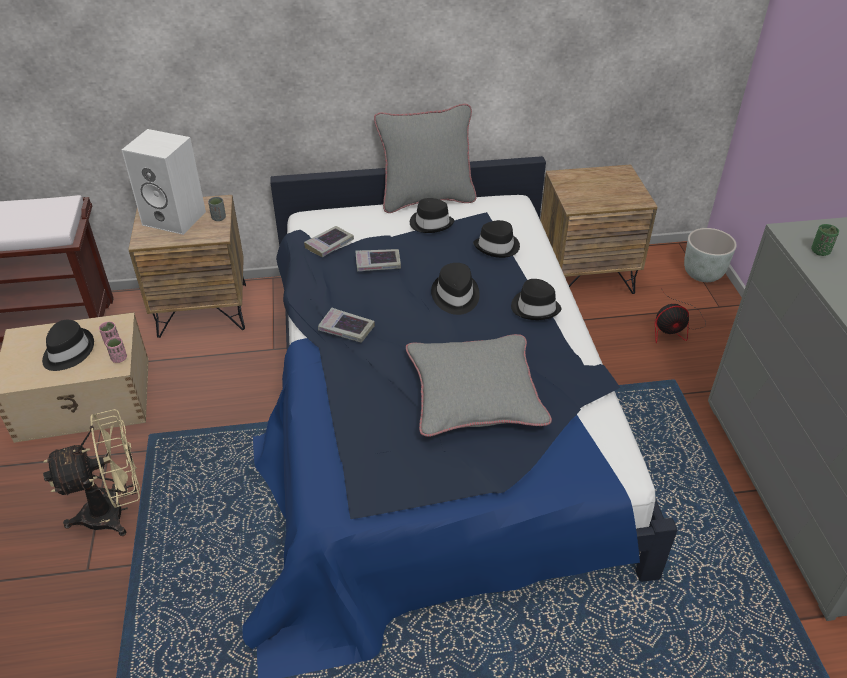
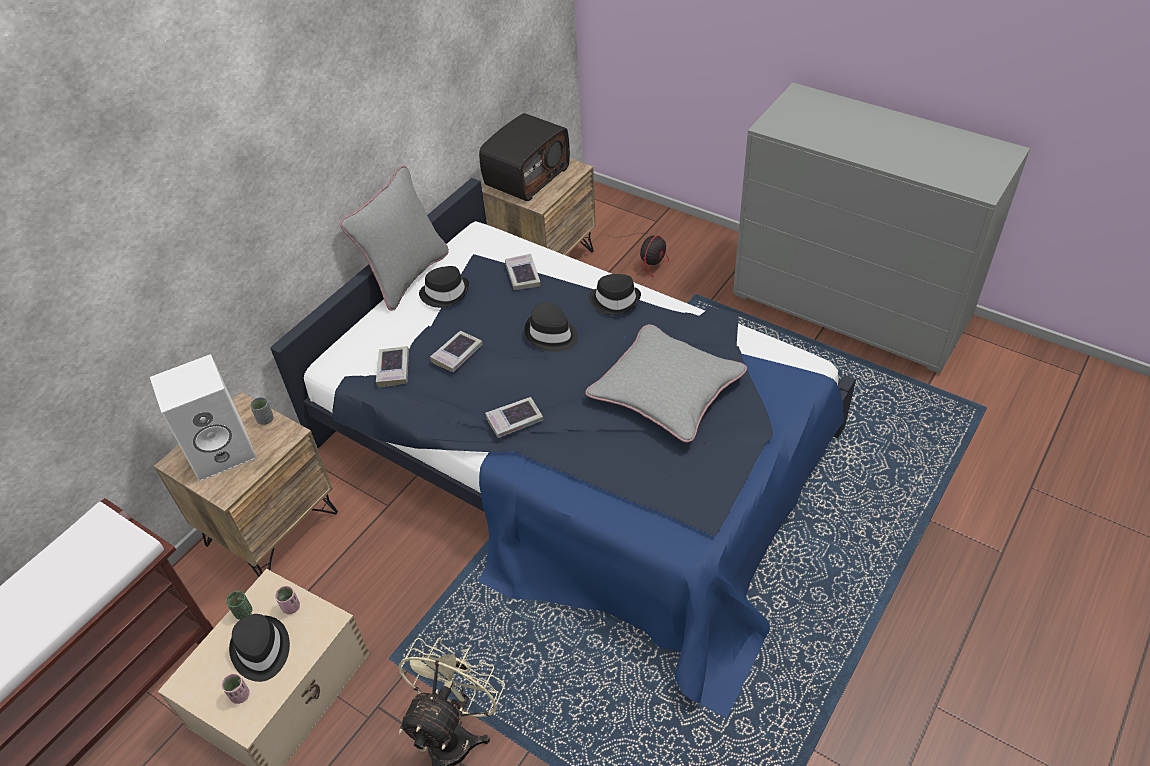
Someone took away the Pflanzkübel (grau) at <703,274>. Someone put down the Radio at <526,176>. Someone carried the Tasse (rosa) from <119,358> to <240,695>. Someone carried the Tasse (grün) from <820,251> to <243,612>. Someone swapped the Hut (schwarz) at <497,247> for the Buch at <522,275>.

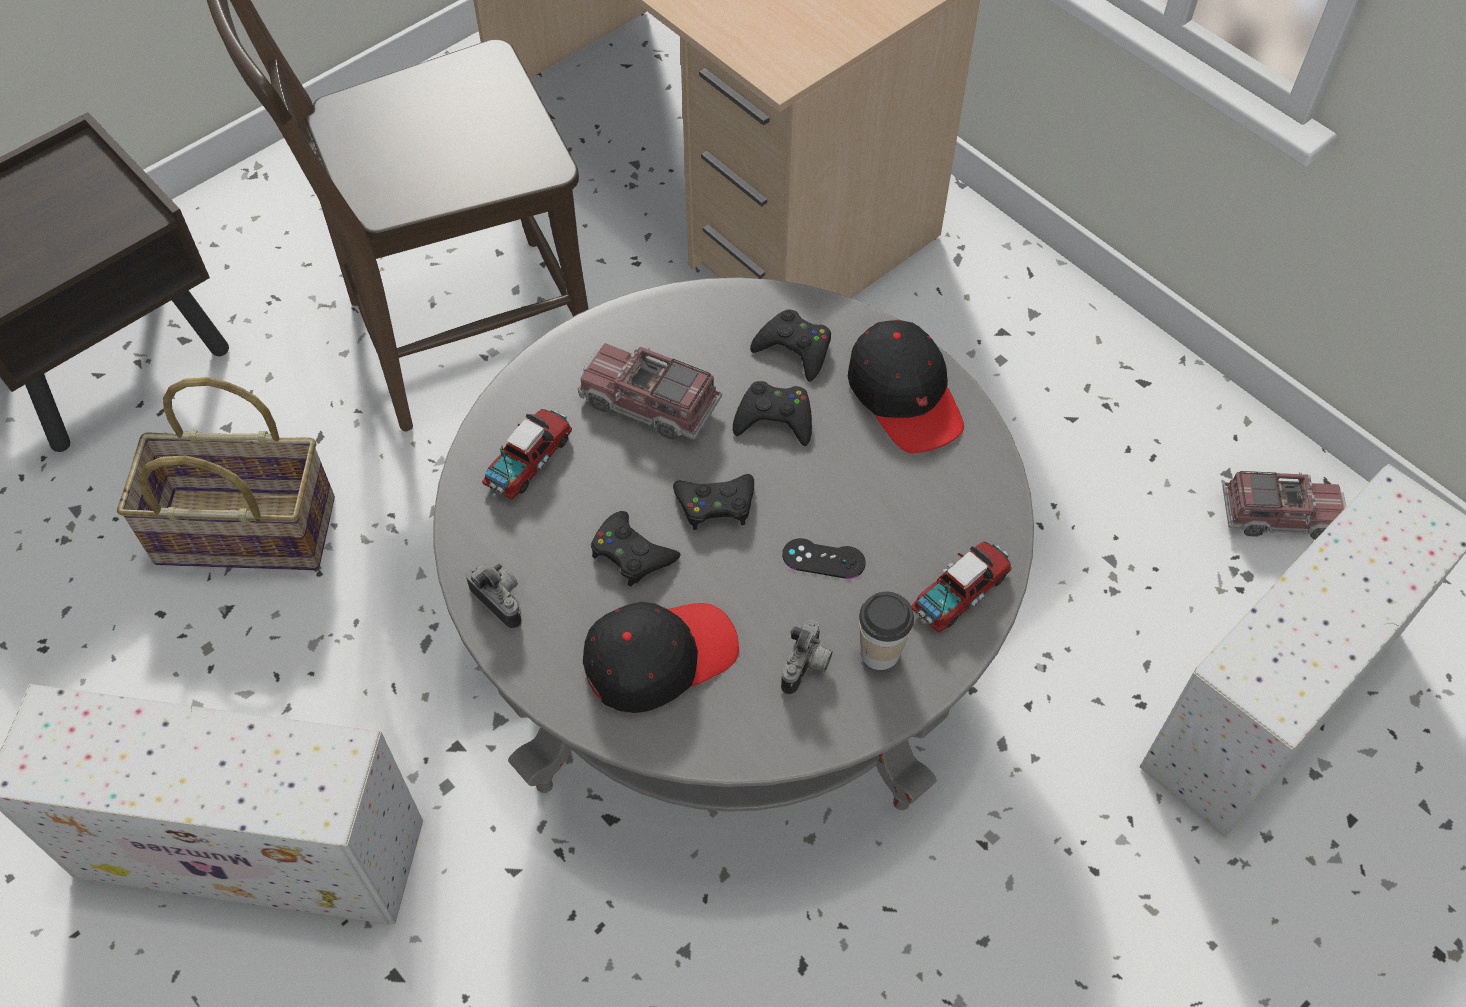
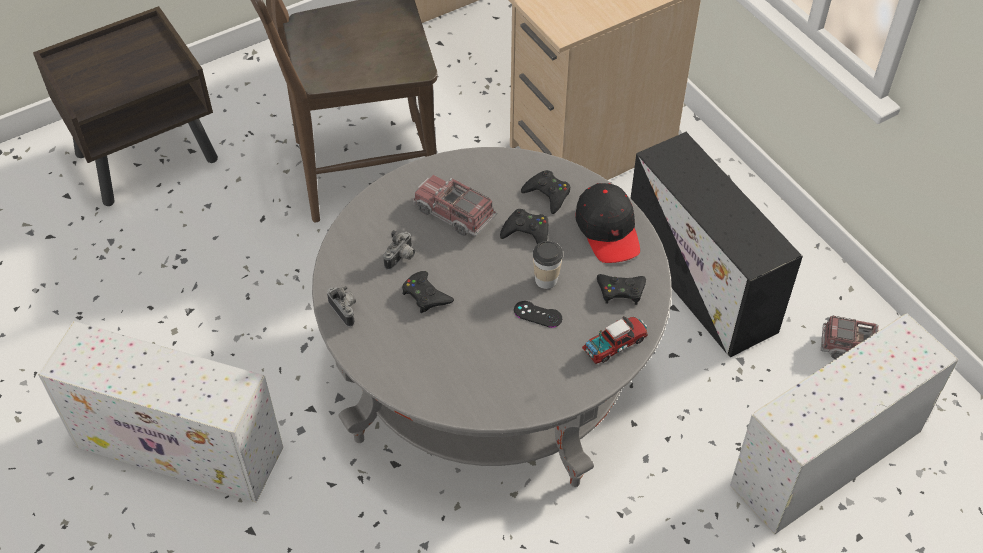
Someone took away the Korb at <244,533>. Someone took away the Spielzeuglaster at <530,460>. Someone took away the Kappe (schwarz) at <659,658>. Someone put down the Aufbewahrungsbox (schwarz) at <701,283>. Someone carried the Gamepad (schwarz) from <716,504> to <621,291>. Someone carried the Kamera from <807,667> to <401,258>. Someone carried the Tasse from <880,652> to <546,280>.

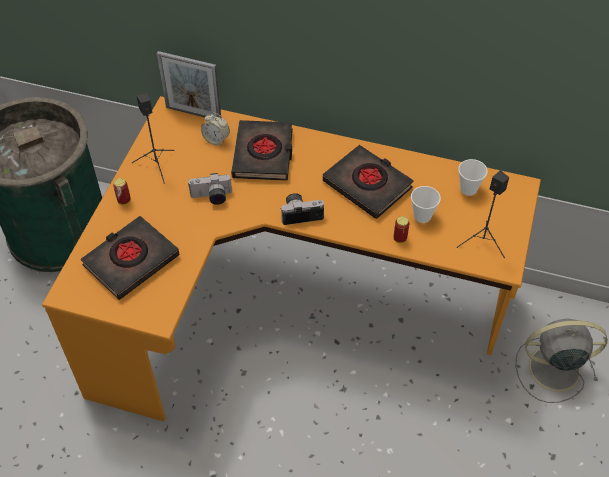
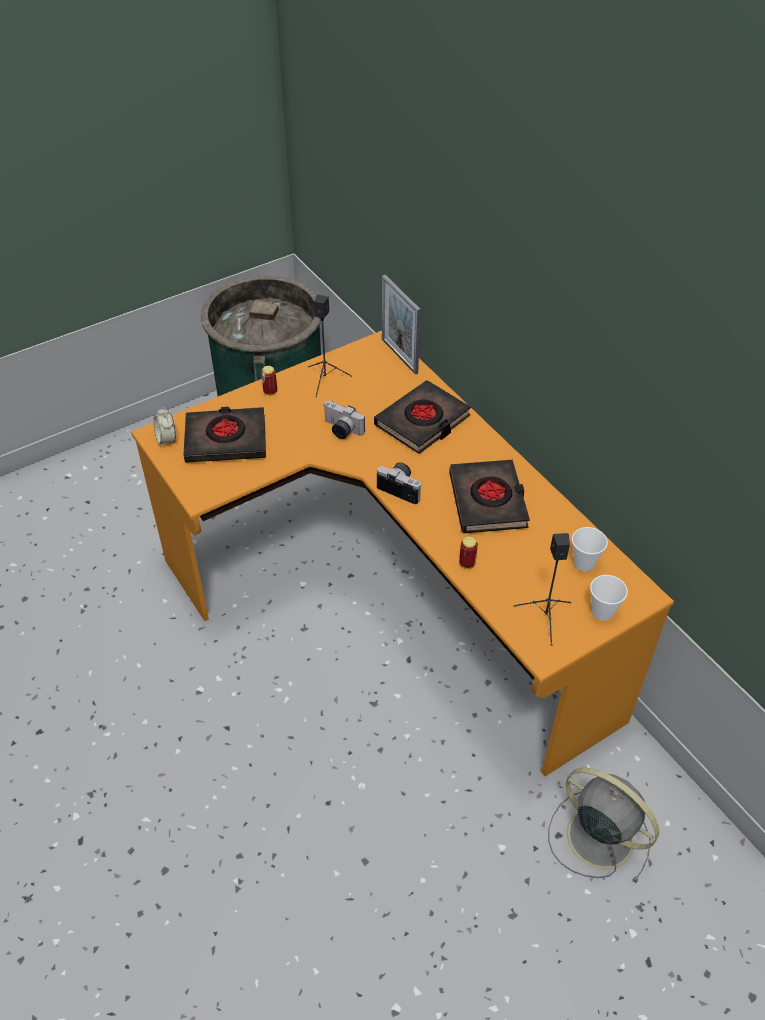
Someone carried the Wecker from <216,140> to <167,440>. Someone carried the Tasse from <422,216> to <602,612>.

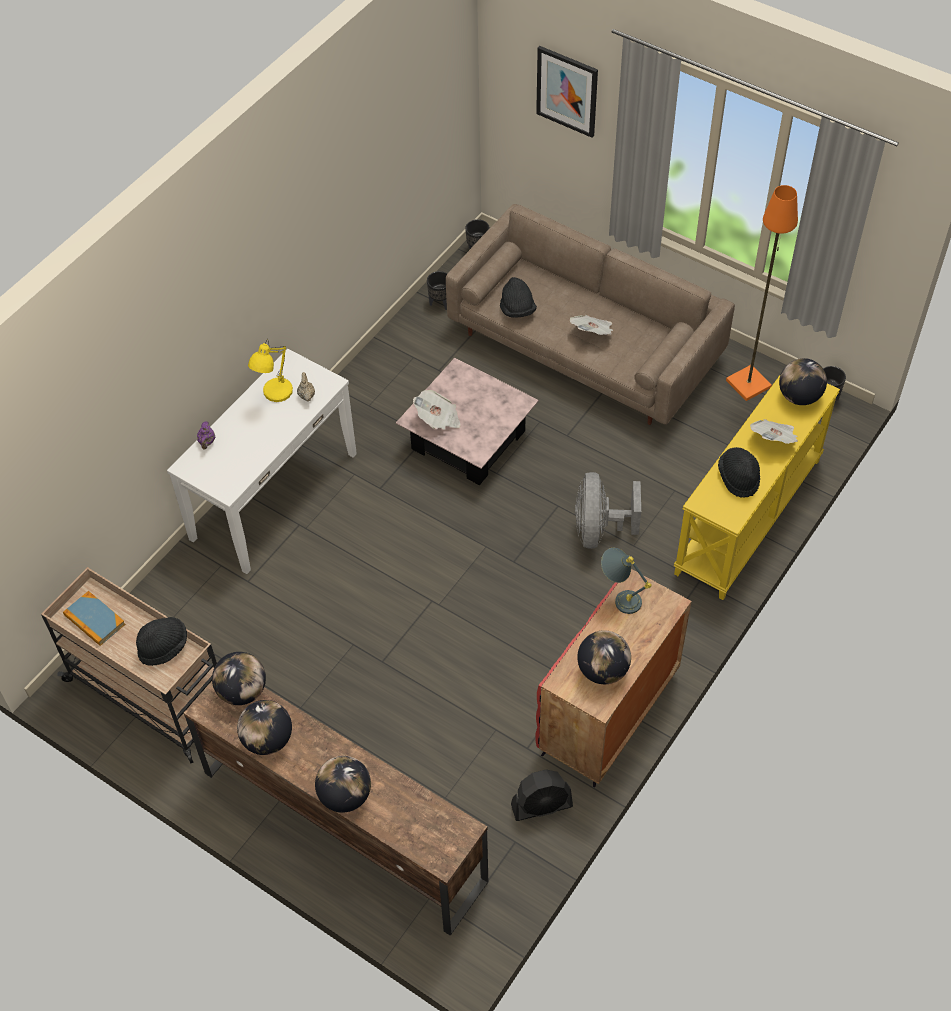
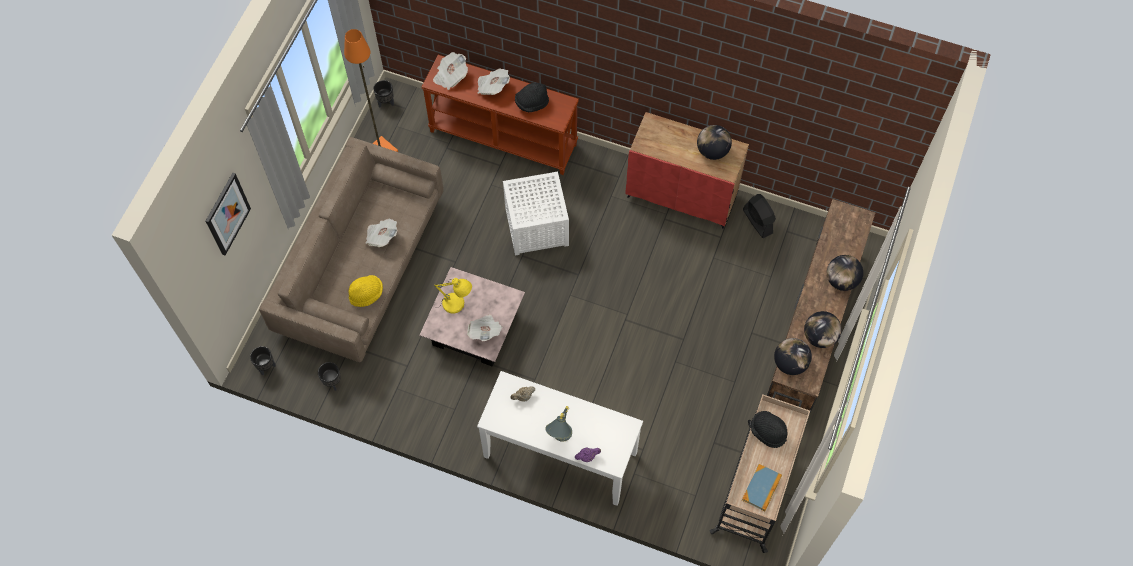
Someone carried the Tischlampe (gelb) from <275,393> to <456,304>. Someone carried the Tischlampe (grau) from <619,598> to <560,439>. Someone swapped the Ventilator (grau) at <599,530> for the Beistelltisch (weiß) at <537,225>. Someone swapped the Globus at <799,397> for the Zeitung at <450,76>. Someone repainted the Hut (schwarz) at <517,310>, which became the Hut (gelb) at <366,294>. Someone repainted the Konsolentisch (gelb) at <749,517>, which became the Konsolentisch (braun) at <504,137>.

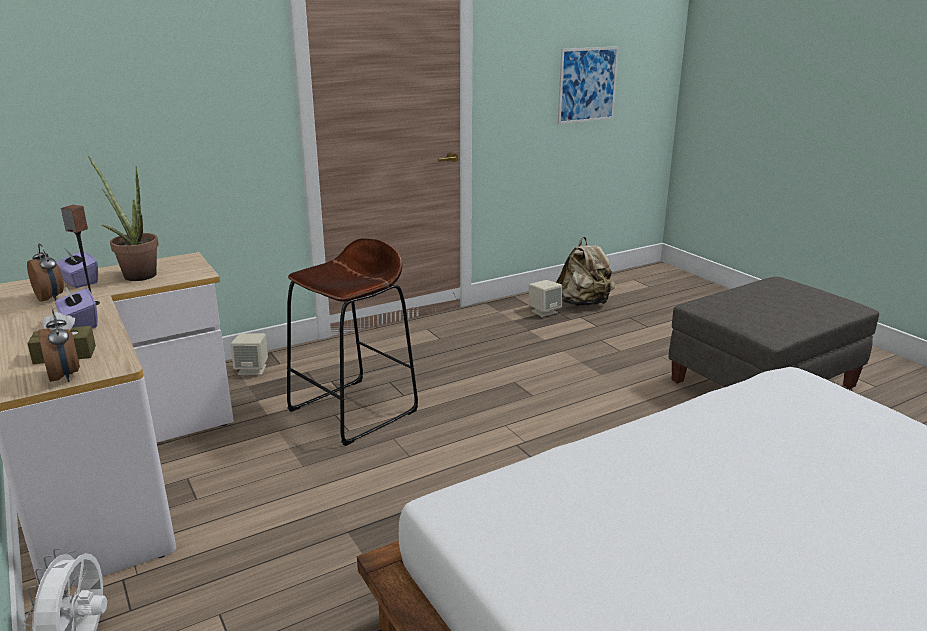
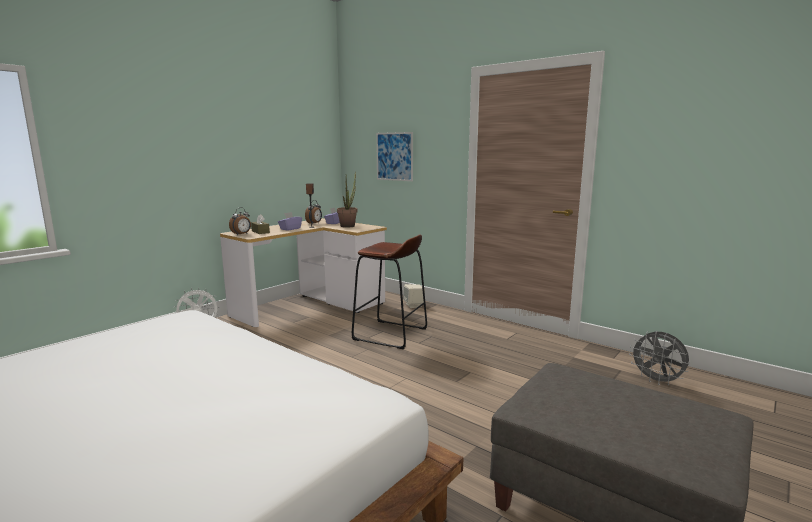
Someone took away the Lautsprecher (beige) at <544,311>. Someone carried the Bild from <587,85> to <394,156>. Someone swapped the Rucksack (beige) at <583,304> for the Ventilator (grau) at <657,381>.

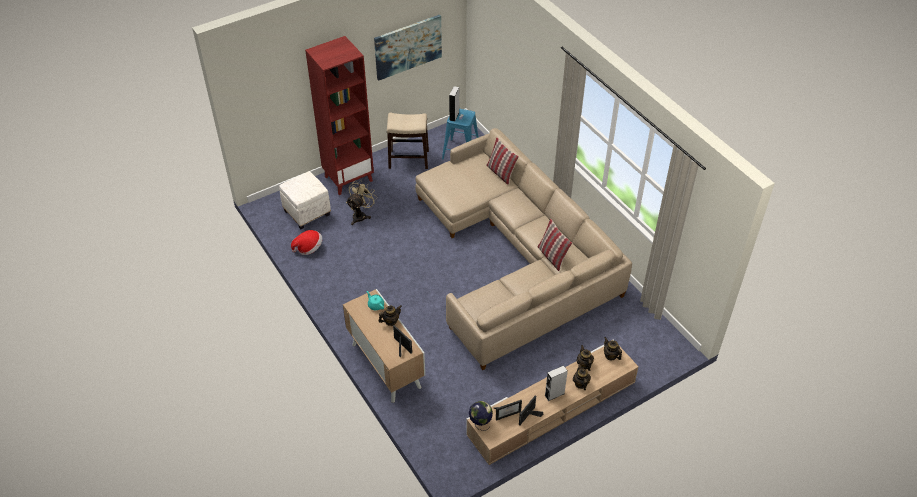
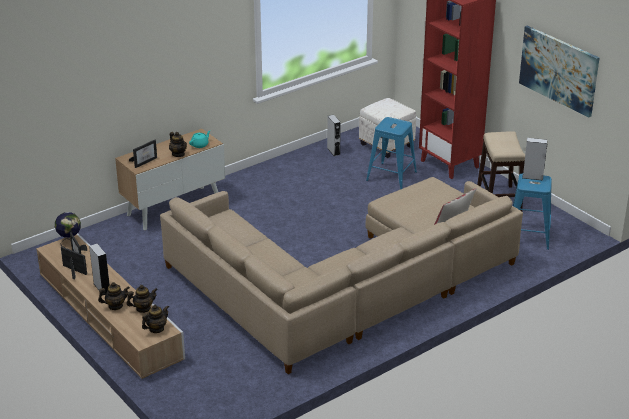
Someone took away the Kissen at <552,257>. Someone swapped the Hut at <309,248> for the Lautsprecher (grau) at <333,151>. Someone swapped the Ventilator (beige) at <361,215> for the Hocker (blau) at <391,176>.

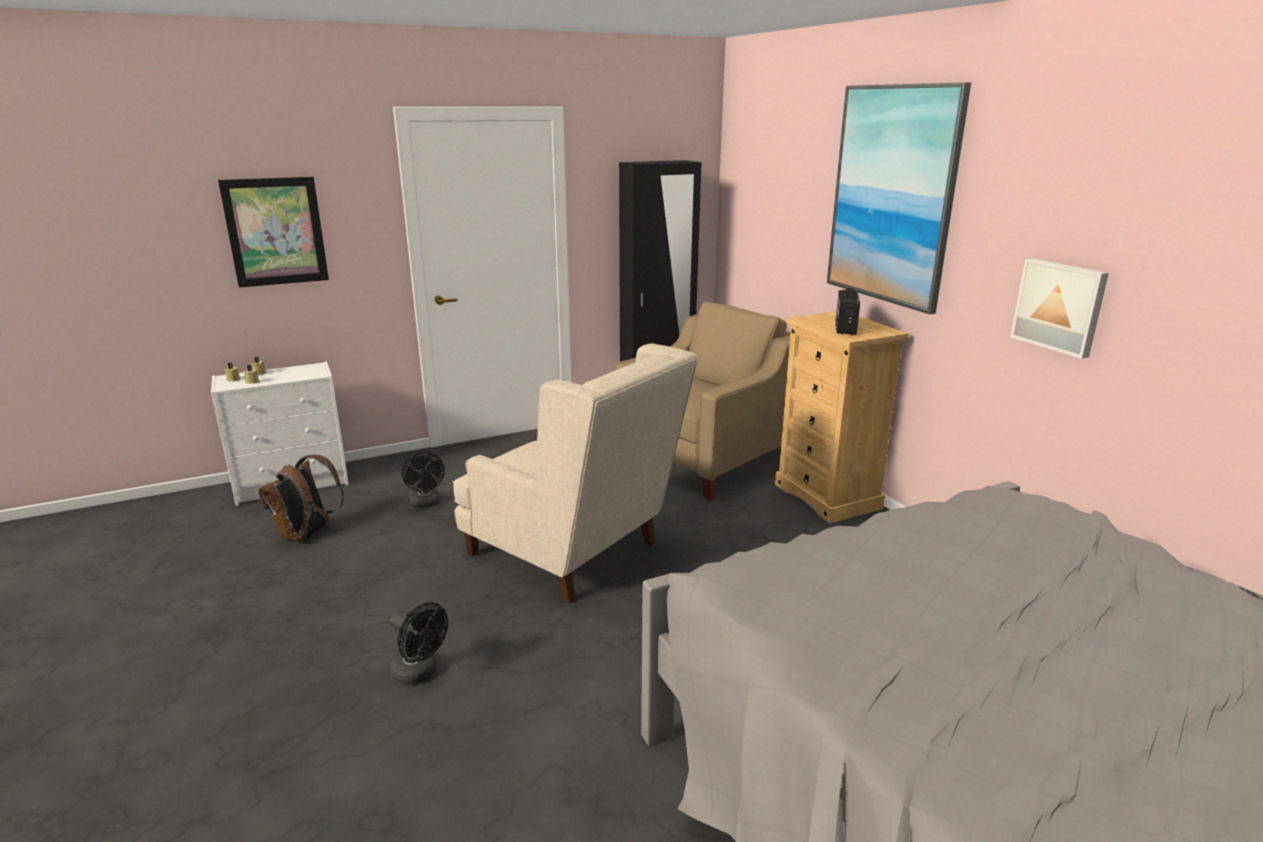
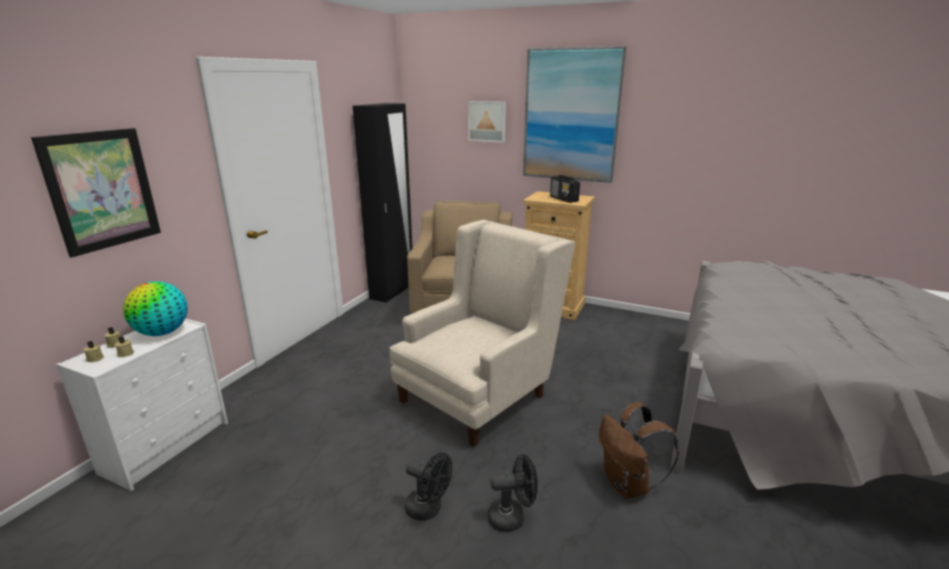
Someone put down the Globus at <162,333>. Someone carried the Rucksack (braun) from <307,535> to <628,485>. Someone carried the Ventilator (schwarz) from <426,504> to <428,509>. Someone carried the Bild from <1059,306> to <487,121>. Someone rotated the Sessel (beige) at <575,554> by 45 degrees counterclockwise.

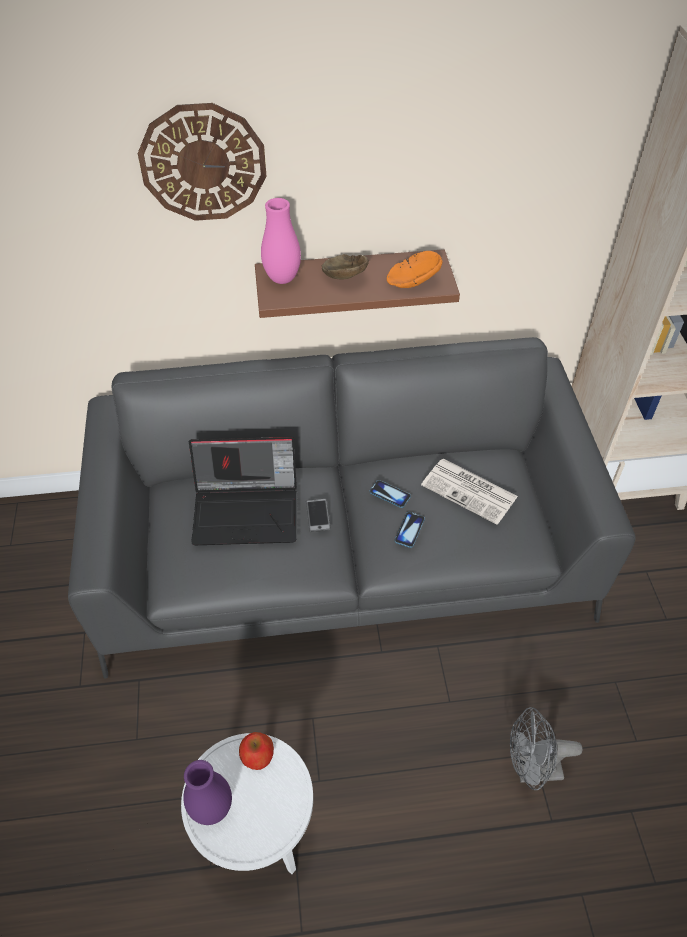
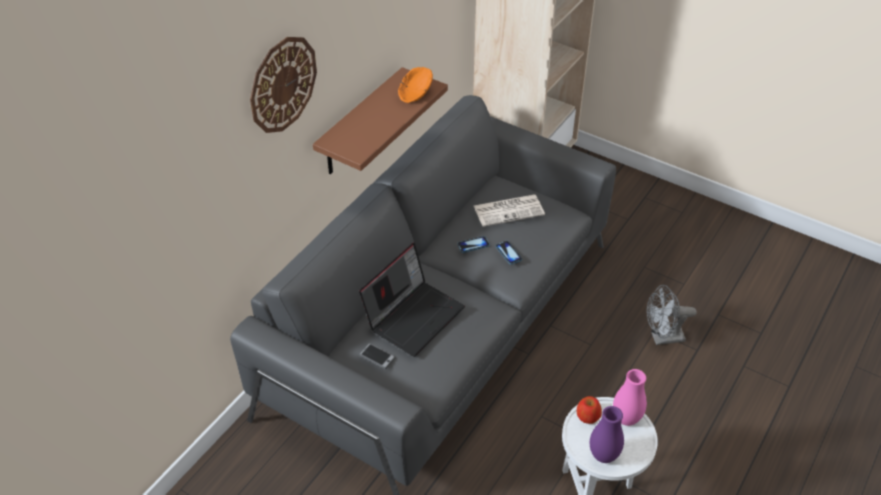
Someone took away the Schüssel (braun) at <344,276>. Someone carried the Vase (rosa) from <282,279> to <626,419>. Someone carried the Handy from <318,515> to <377,356>. Someone rotated the Ventilator (grau) at <531,770> by 45 degrees clockwise.

